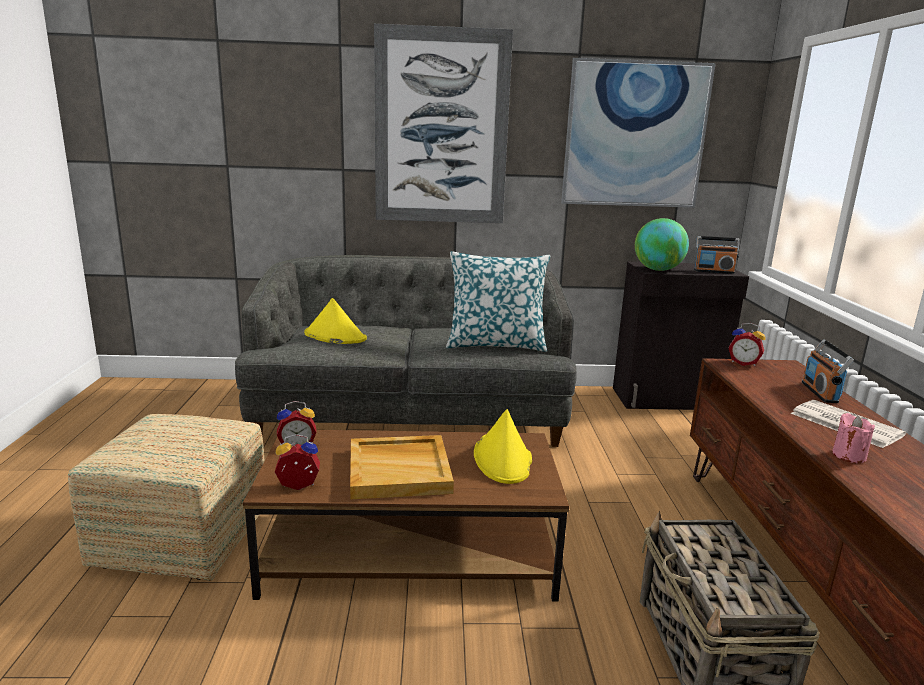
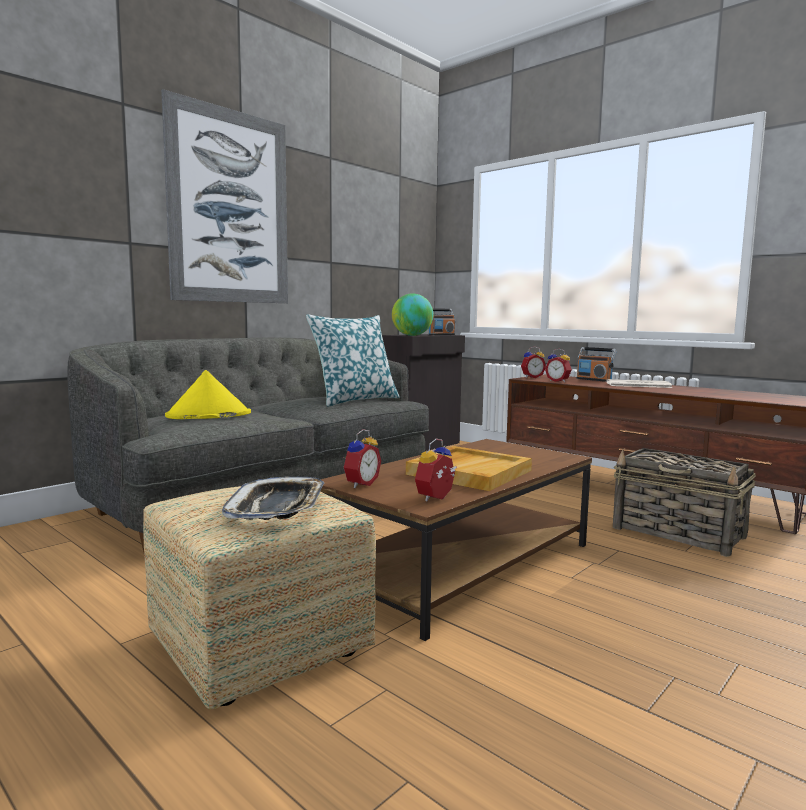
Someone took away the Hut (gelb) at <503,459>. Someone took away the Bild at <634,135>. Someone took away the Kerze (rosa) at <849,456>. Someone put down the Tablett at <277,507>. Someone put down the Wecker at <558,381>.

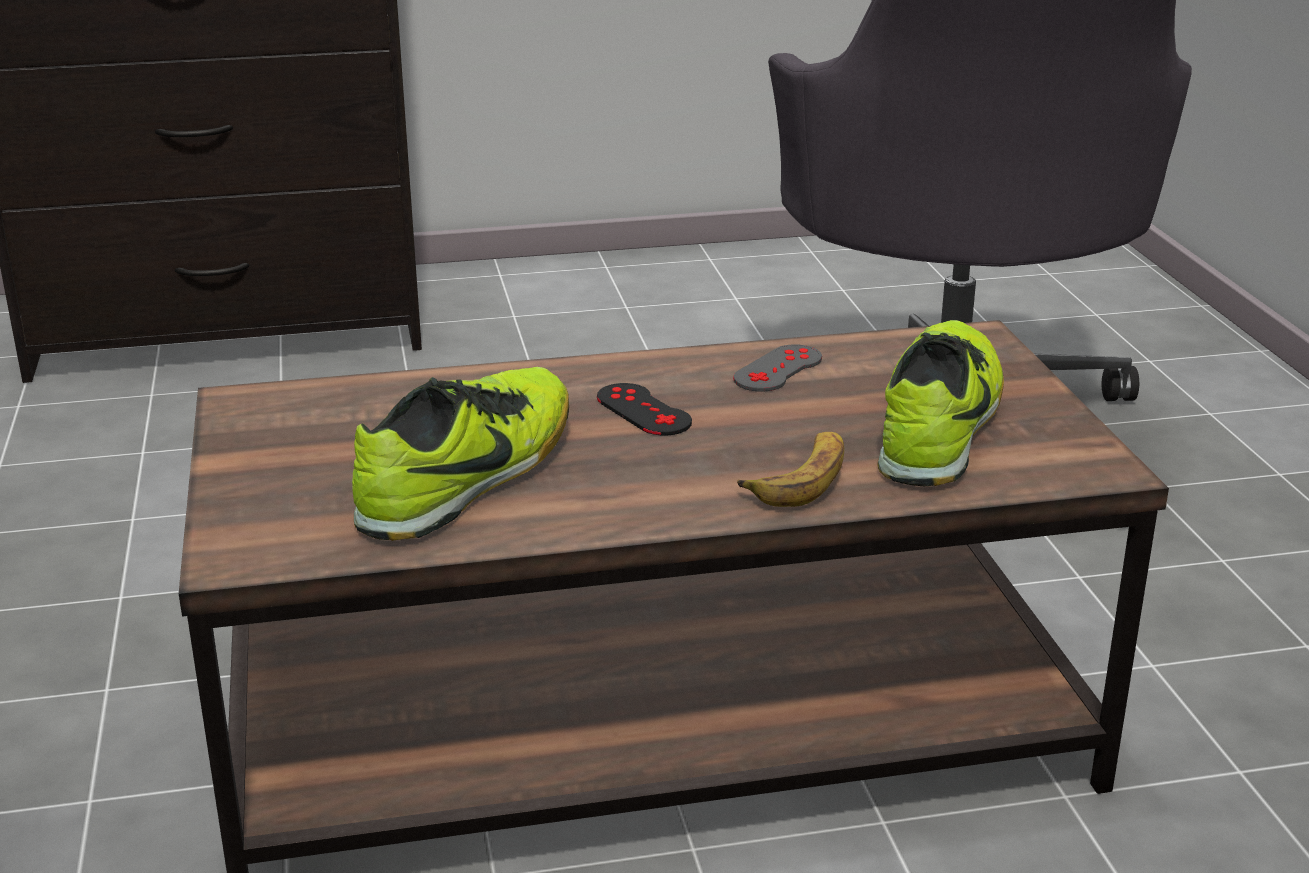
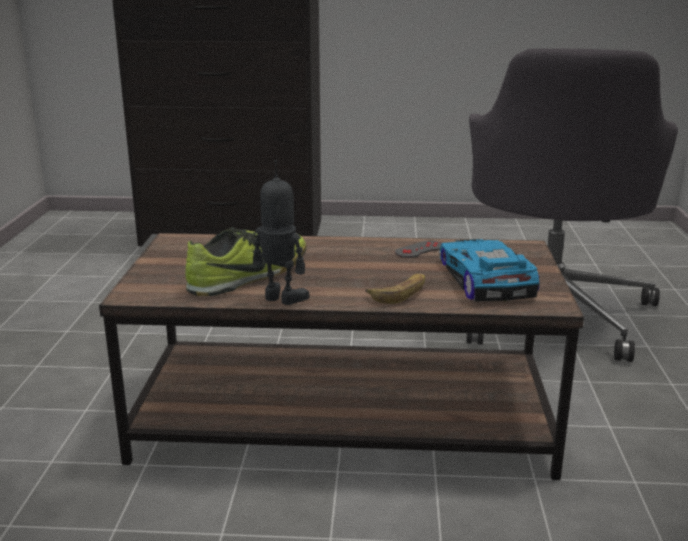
Someone took away the Gamepad (schwarz) at <643,410>. Someone put down the Spielzeugroboter at <281,299>. Someone swapped the Schuh at <939,424> for the Spielzeugauto at <483,279>.

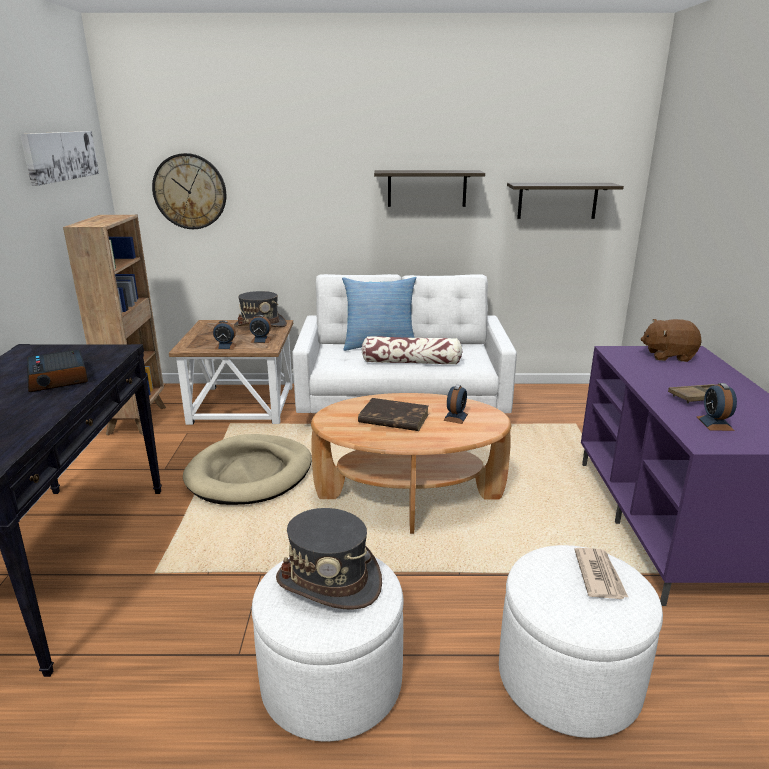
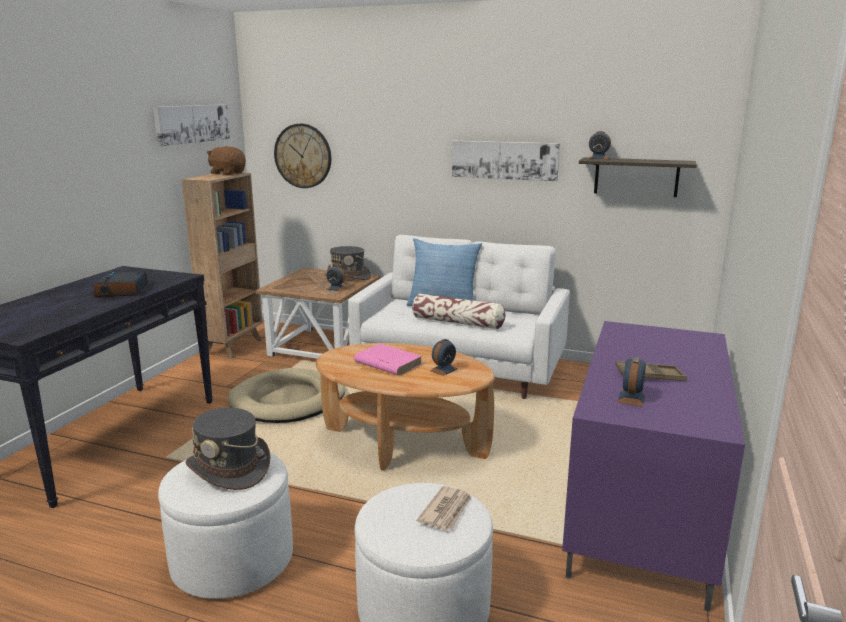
Someone carried the Wecker from <225,346> to <598,158>. Someone carried the Plüschtier (braun) from <668,356> to <227,173>. Someone swapped the Wandregal at <427,188> for the Bild at <504,160>. Someone repainted the Buch (braun) at <393,418>, which became the Buch (rosa) at <387,363>.

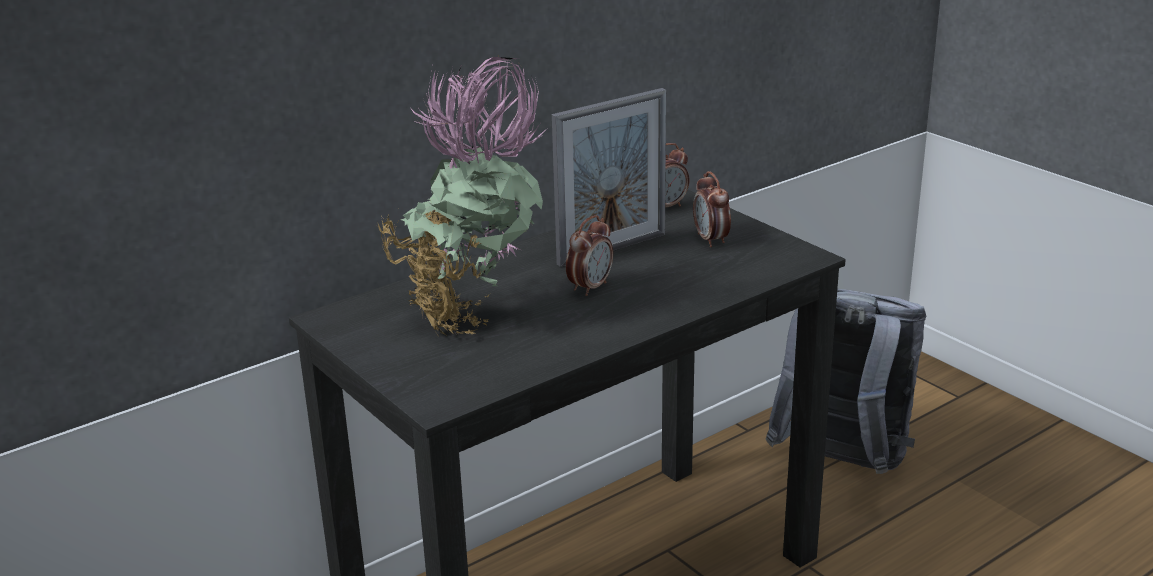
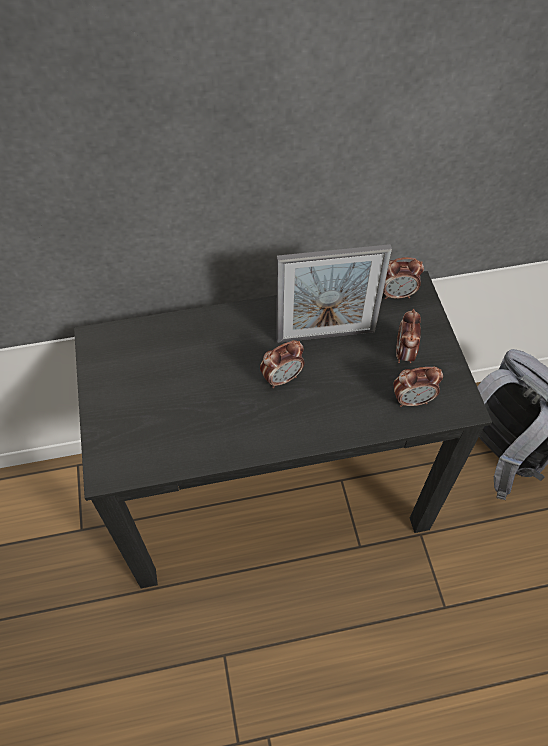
Someone took away the Topfpflanze at <473,315>. Someone put down the Wecker at <412,400>.

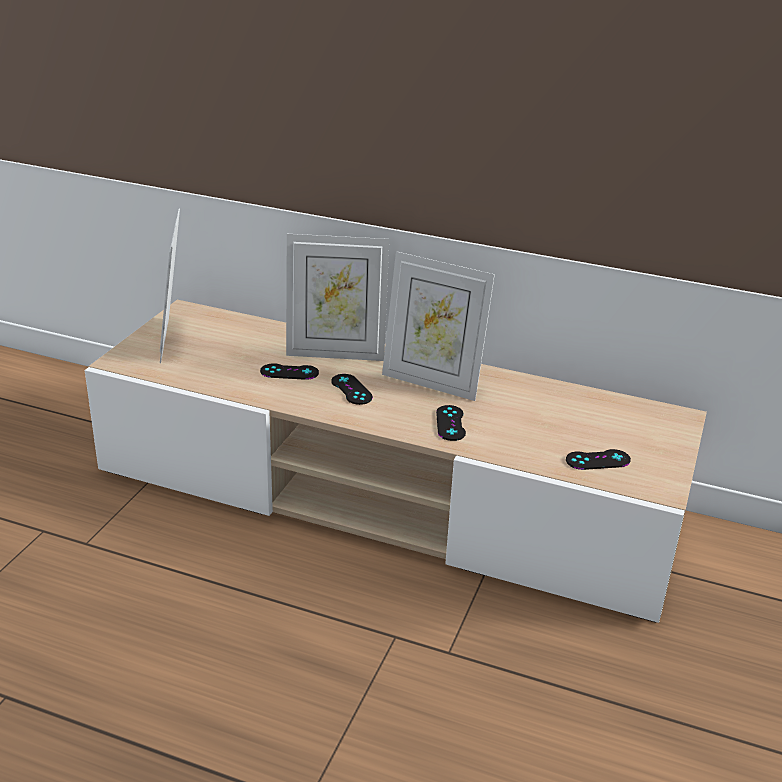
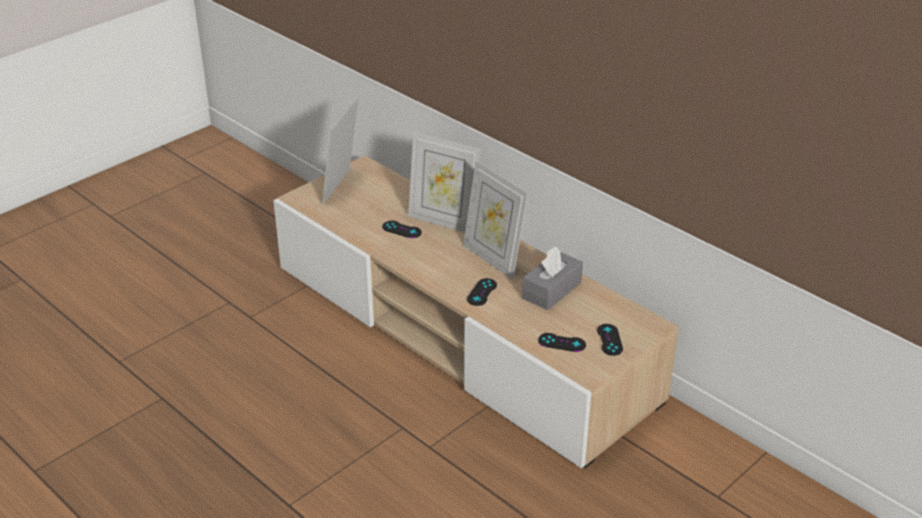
Someone put down the Taschentuchbox (grau) at <552,290>. Someone carried the Gamepad (schwarz) from <351,389> to <609,340>.

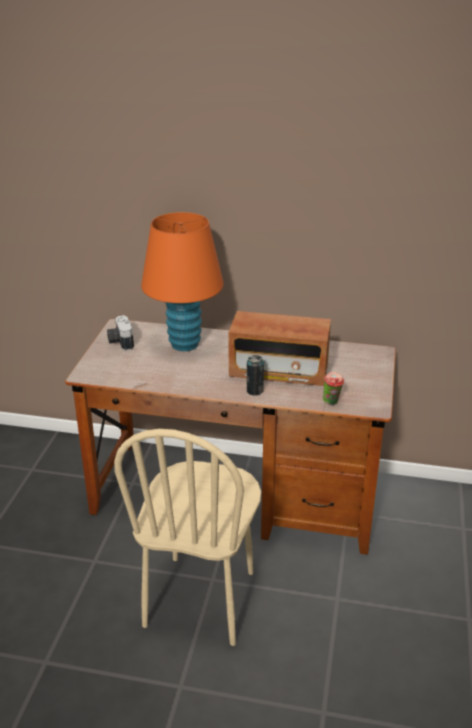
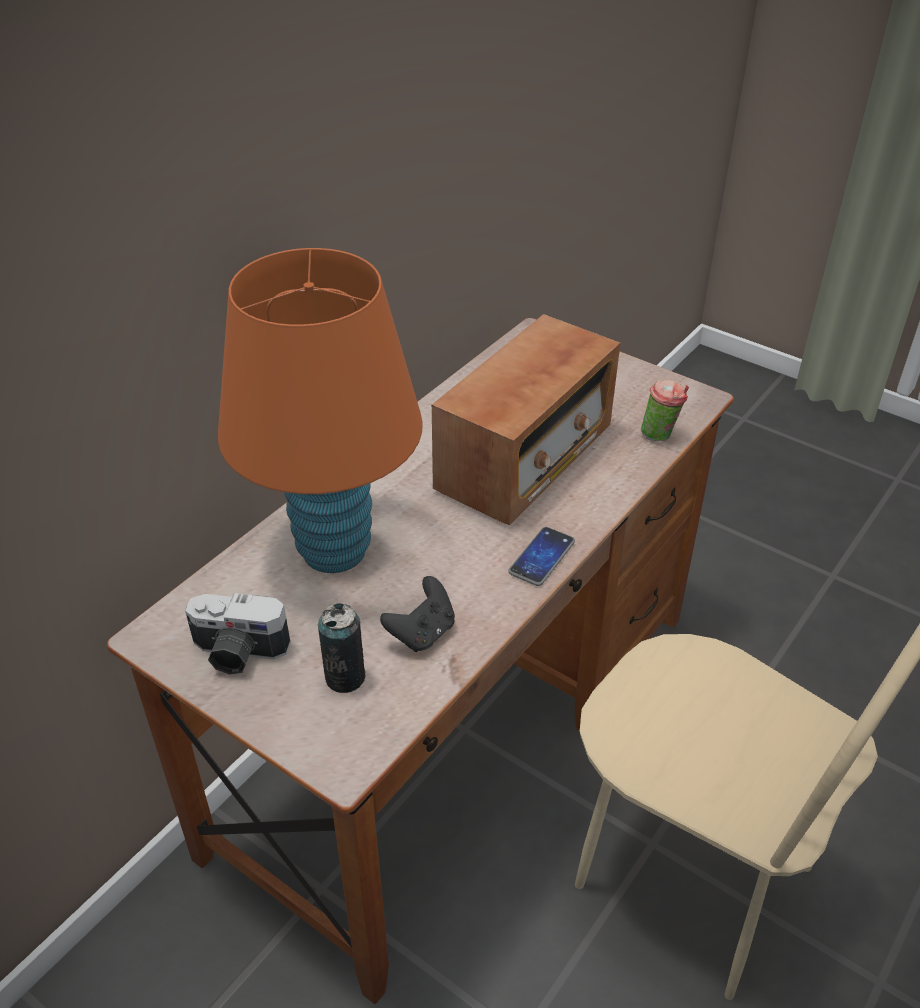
Someone put down the Gamepad (schwarz) at <422,633>. Someone put down the Handy at <541,557>. Someone carried the Dose from <255,391> to <345,677>.

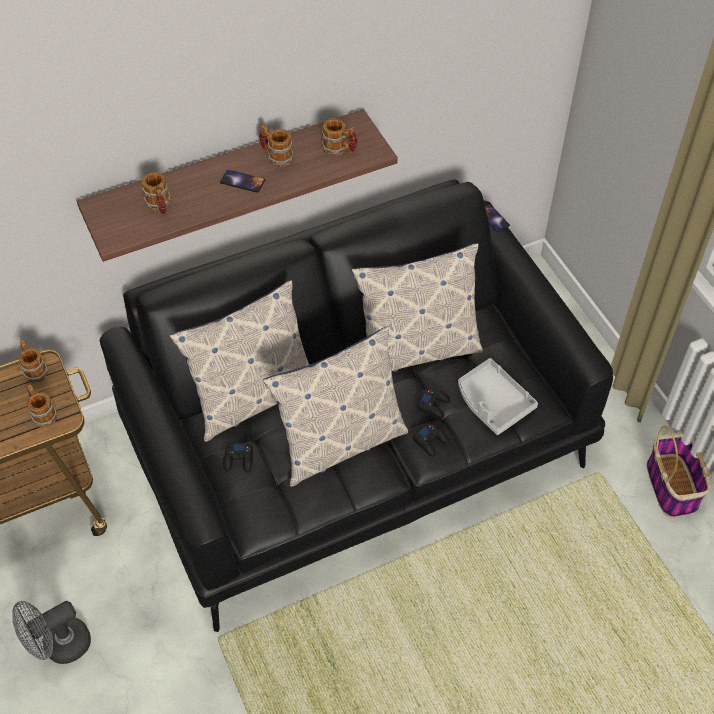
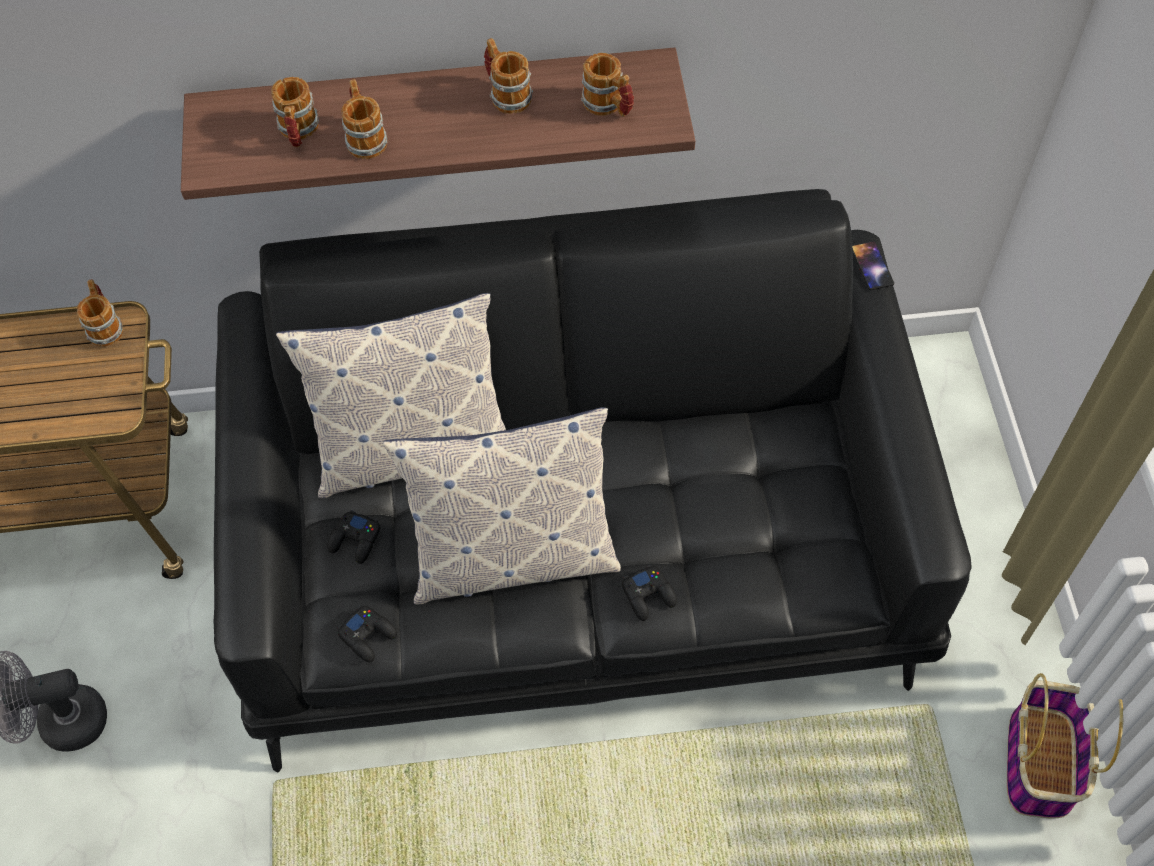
Someone took away the Handy at <242,181>. Someone took away the Kissen at <416,349>. Someone took away the Tablett (grau) at <493,403>. Someone carried the Henkelbecher from <42,413> to <365,137>. Someone carried the Gamepad (schwarz) from <433,405> to <368,635>.

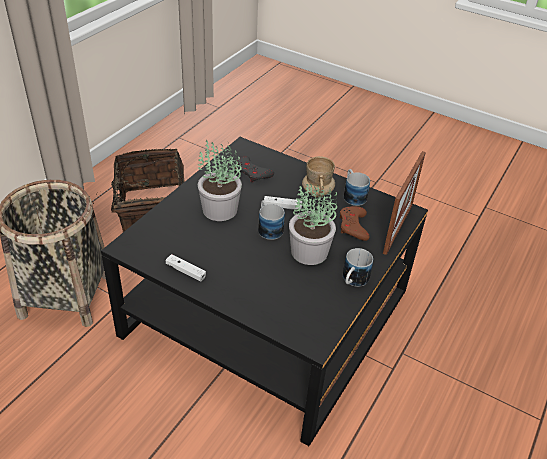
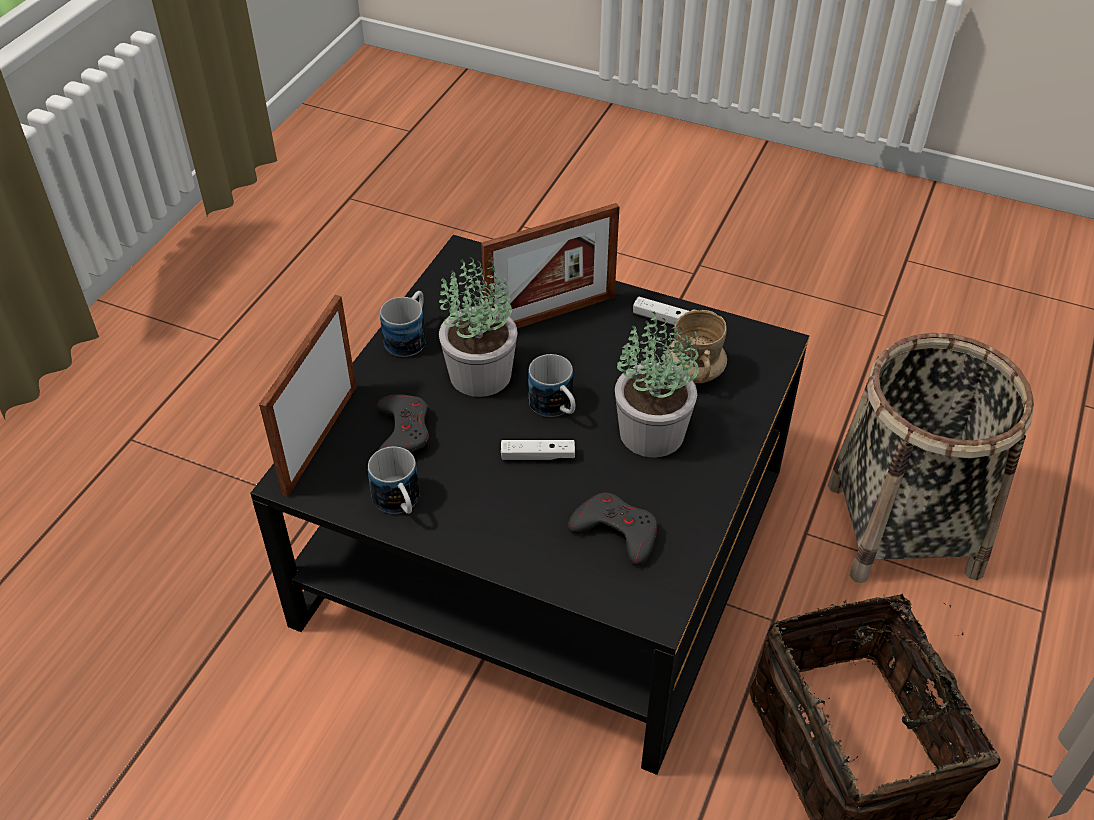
Someone put down the Bilderrahmen at <551,315>. Someone carried the Henkelbecher (beige) from <317,192> to <694,372>. Someone repainted the Gamepad (braun) at <353,226>, which became the Gamepad (grau) at <403,432>.

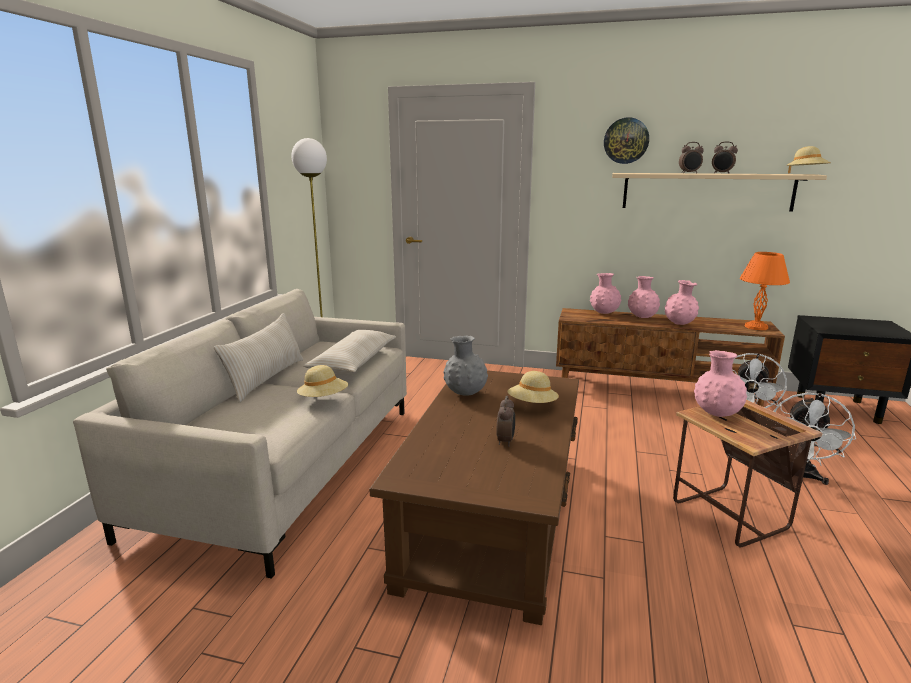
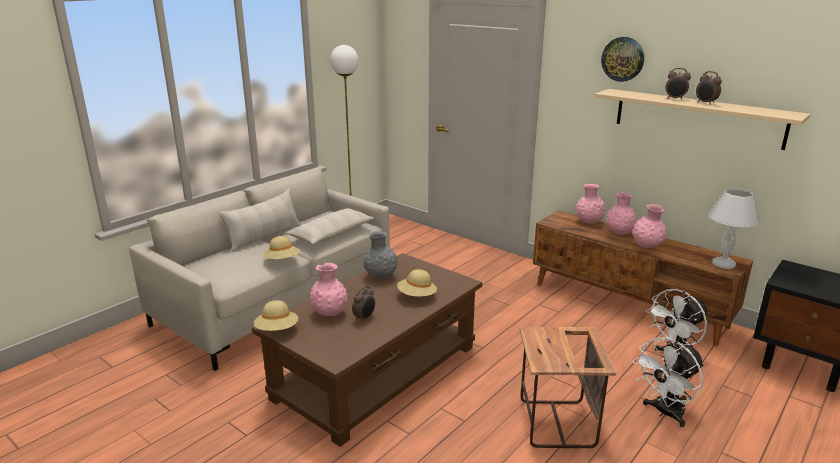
Someone carried the Vase (rosa) from <716,414> to <329,313>. Someone carried the Hut (beige) from <806,174> to <277,330>. Someone repainted the Tischlampe (orange) at <756,327>, which became the Tischlampe (weiß) at <724,263>.

